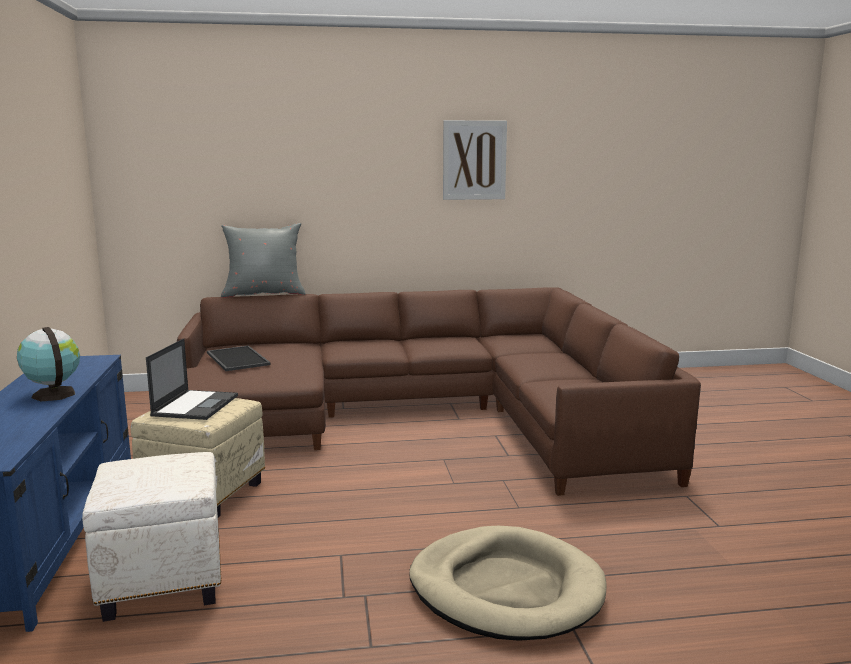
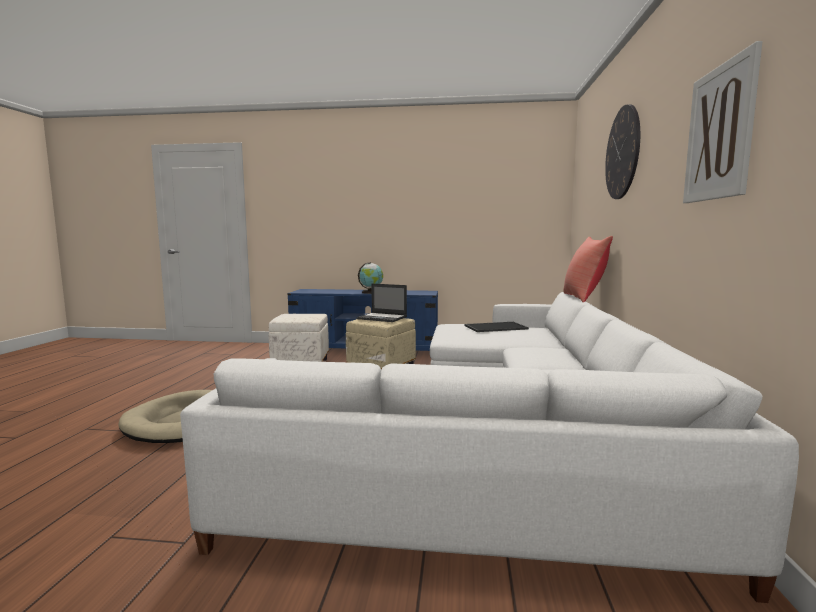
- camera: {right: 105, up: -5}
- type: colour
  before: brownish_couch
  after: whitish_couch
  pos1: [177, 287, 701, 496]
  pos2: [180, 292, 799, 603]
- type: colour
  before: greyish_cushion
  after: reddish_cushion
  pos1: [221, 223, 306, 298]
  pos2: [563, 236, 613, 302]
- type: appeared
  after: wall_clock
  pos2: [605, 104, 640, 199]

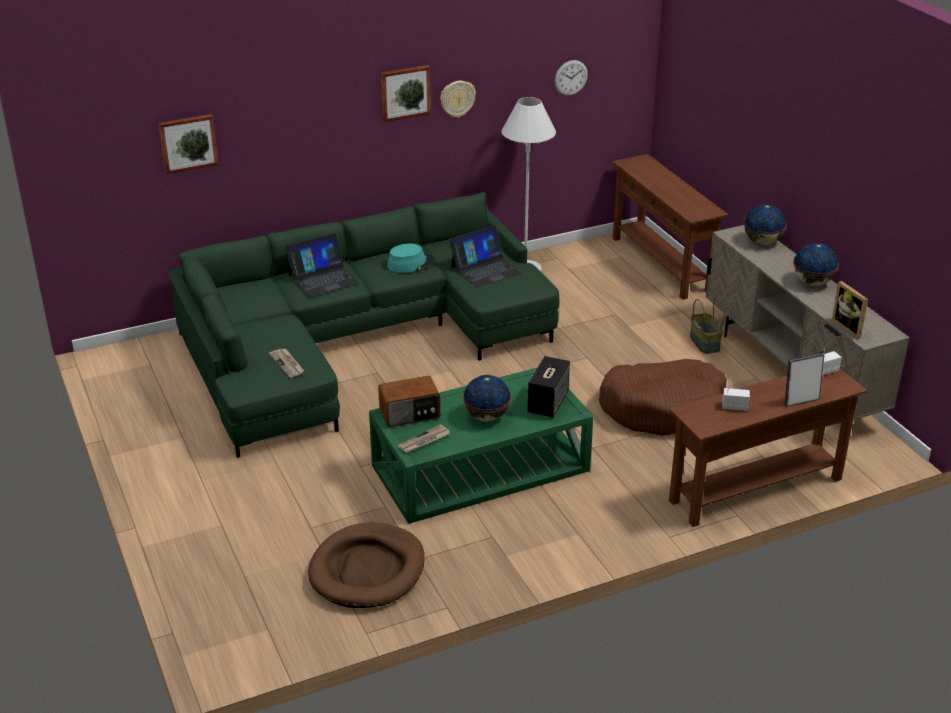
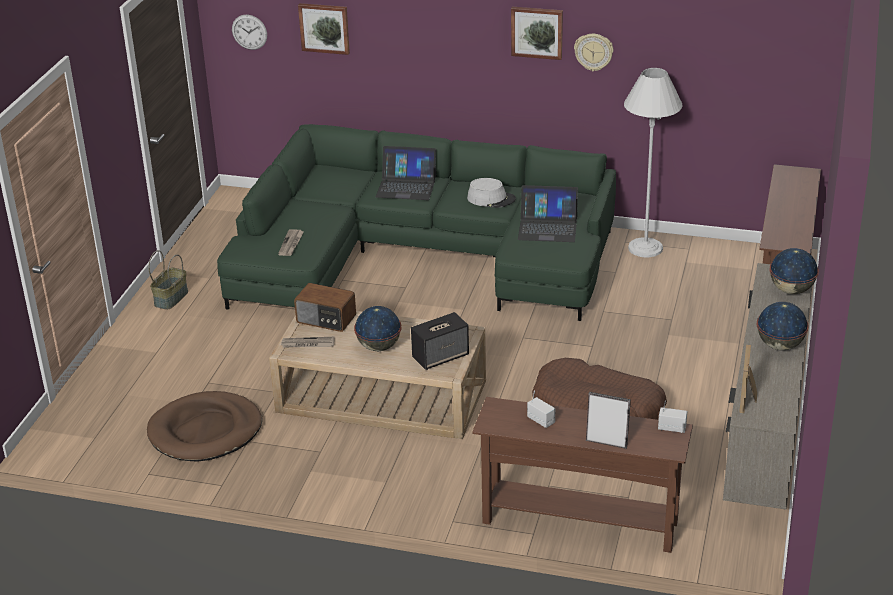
- camera: {right: 40, up: 0}
- type: relocated
  before: basket
  pos1: [690, 296, 725, 354]
  pos2: [148, 250, 188, 309]
- type: relocated
  before: wall_clock
  pos1: [555, 60, 588, 96]
  pos2: [232, 15, 267, 50]
- type: colour
  before: greenish_low_table
  after: beige_low_table
  pos1: [369, 368, 593, 524]
  pos2: [269, 311, 486, 439]
- type: colour
  before: turquoise_clothing_hat
  after: greyish_clothing_hat
  pos1: [387, 243, 435, 273]
  pos2: [467, 178, 516, 208]

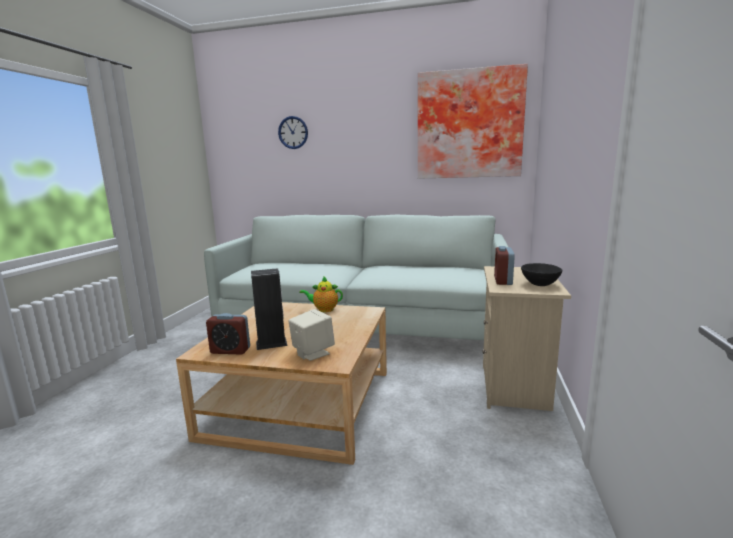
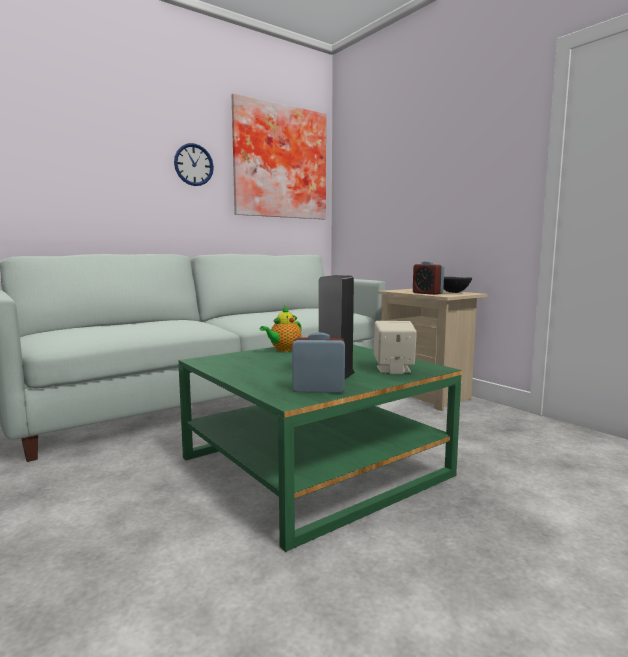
- camera: {right: -50, up: -5}
- type: relocated
  before: wall_clock
  pos1: [278, 116, 308, 149]
  pos2: [174, 143, 214, 186]
- type: colour
  before: beige_low_table
  after: greenish_low_table
  pos1: [176, 302, 387, 465]
  pos2: [179, 345, 462, 552]
- type: spun
  before: bedside_clock
  pos1: [206, 313, 250, 354]
  pos2: [292, 332, 345, 393]
  turn: -135

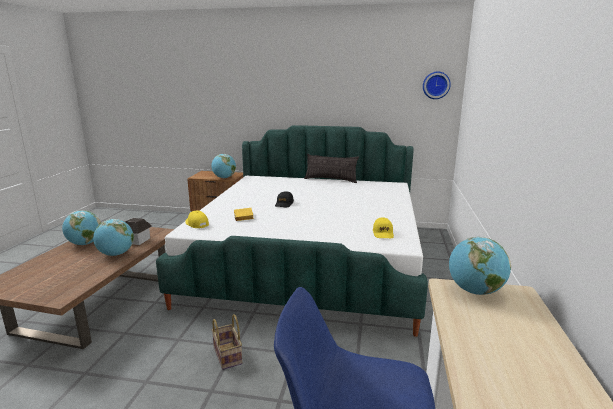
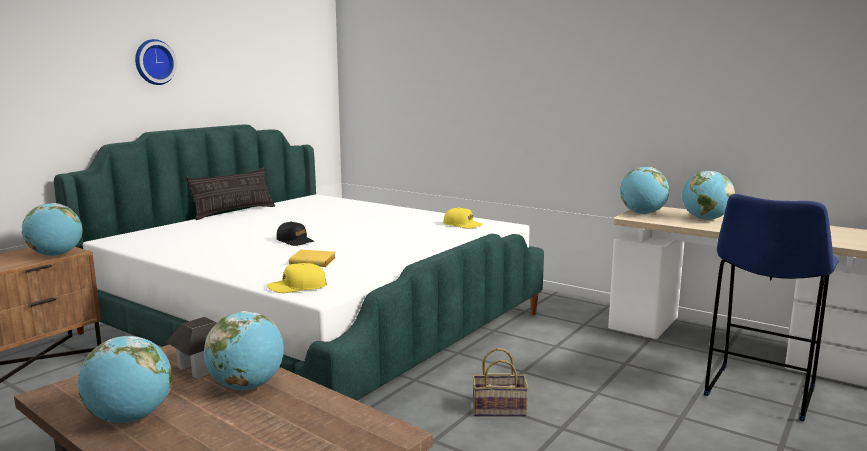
- camera: {right: -65, up: -5}
- type: relocated
  before: wall_clock
  pos1: [423, 71, 451, 99]
  pos2: [135, 39, 177, 85]
- type: appeared
  after: desk_globe
  pos2: [682, 171, 735, 220]

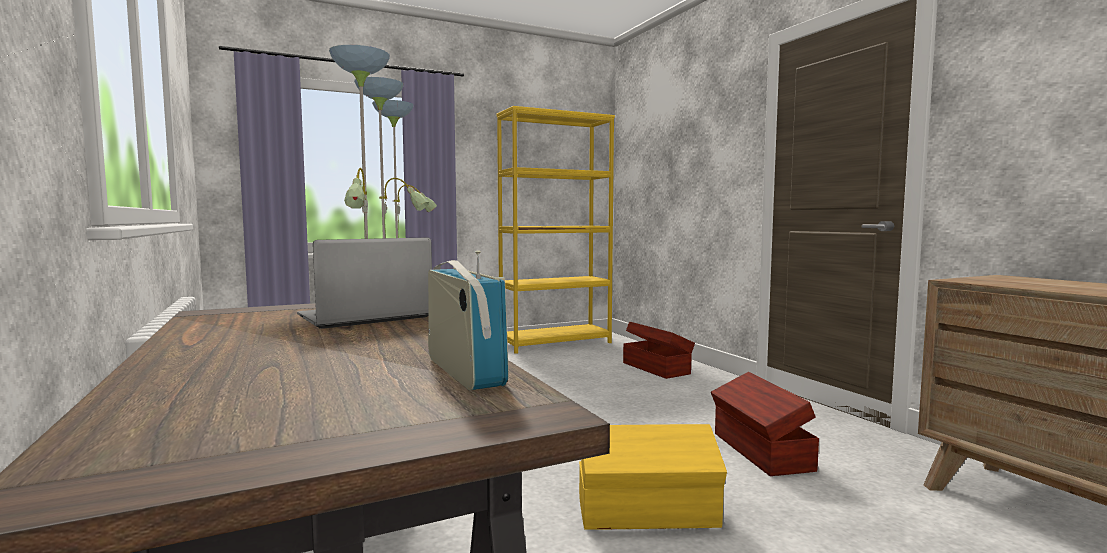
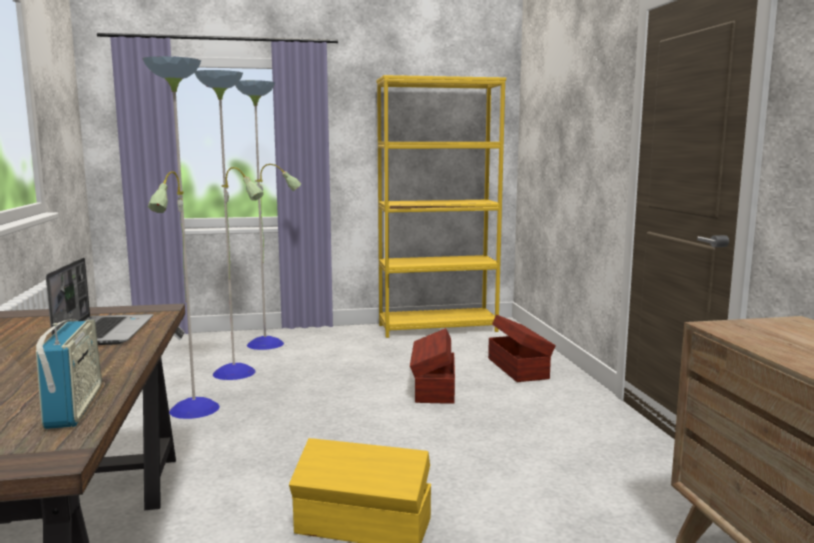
- camera: {right: 15, up: 5}
- type: spun
  before: notebook_computer
  pos1: [297, 237, 432, 329]
  pos2: [46, 258, 153, 345]
  turn: 105
- type: relocated
  before: brownish_storage_box
  pos1: [711, 372, 819, 476]
  pos2: [410, 328, 455, 404]

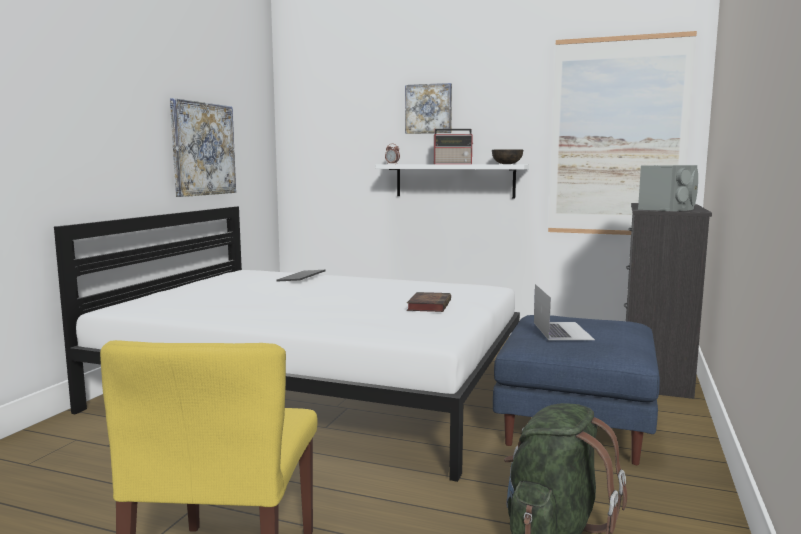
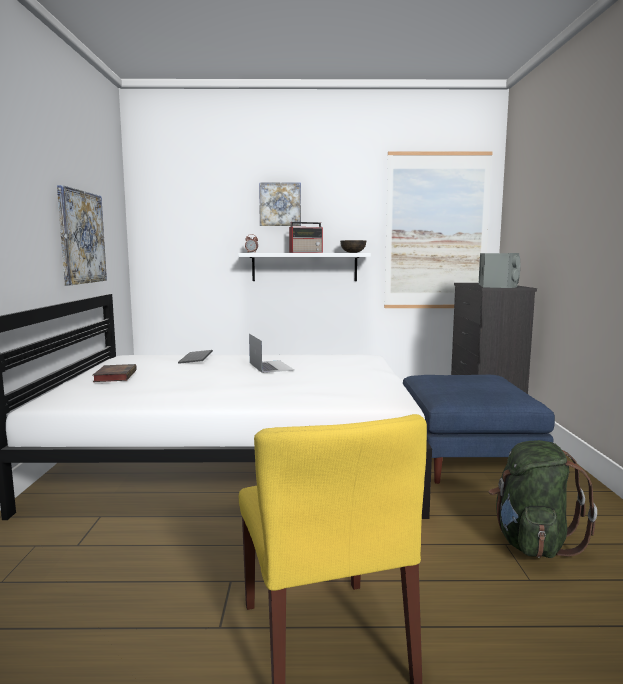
- camera: {right: -20, up: 0}
- type: relocated
  before: bound_book
  pos1: [407, 292, 451, 312]
  pos2: [93, 364, 137, 382]
- type: relocated
  before: notebook_computer
  pos1: [534, 284, 595, 340]
  pos2: [249, 334, 294, 373]

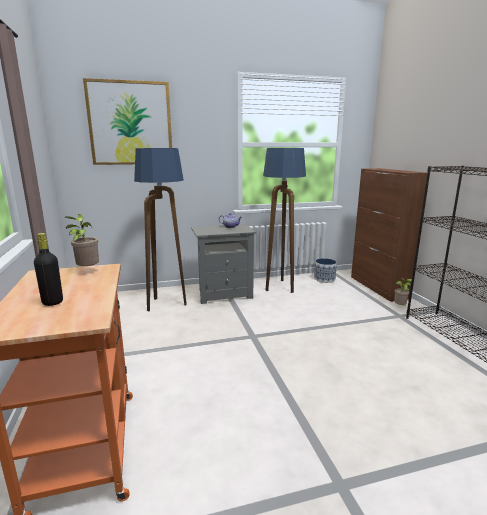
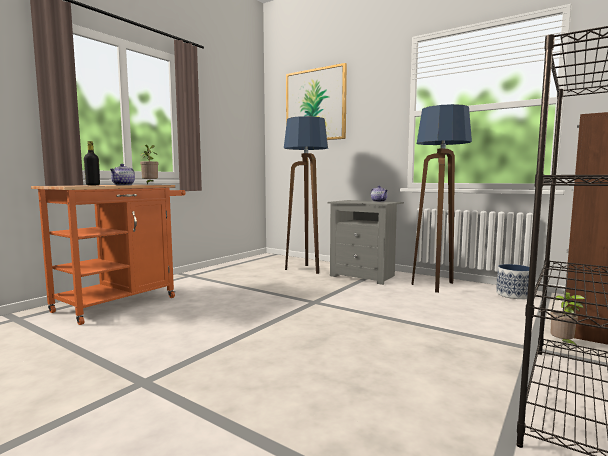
- camera: {right: 50, up: -10}
- type: appeared
  after: pot_for_tea
  pos2: [110, 164, 135, 185]

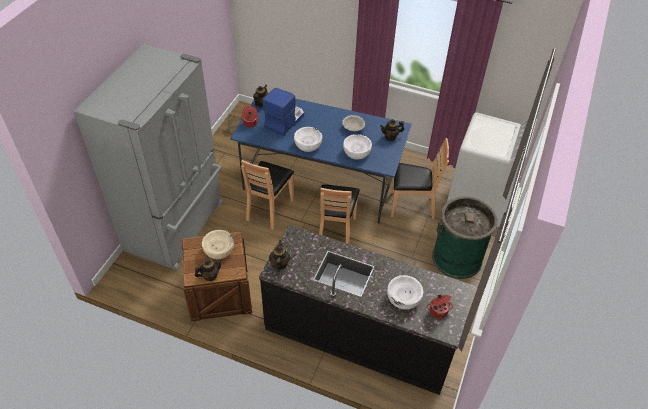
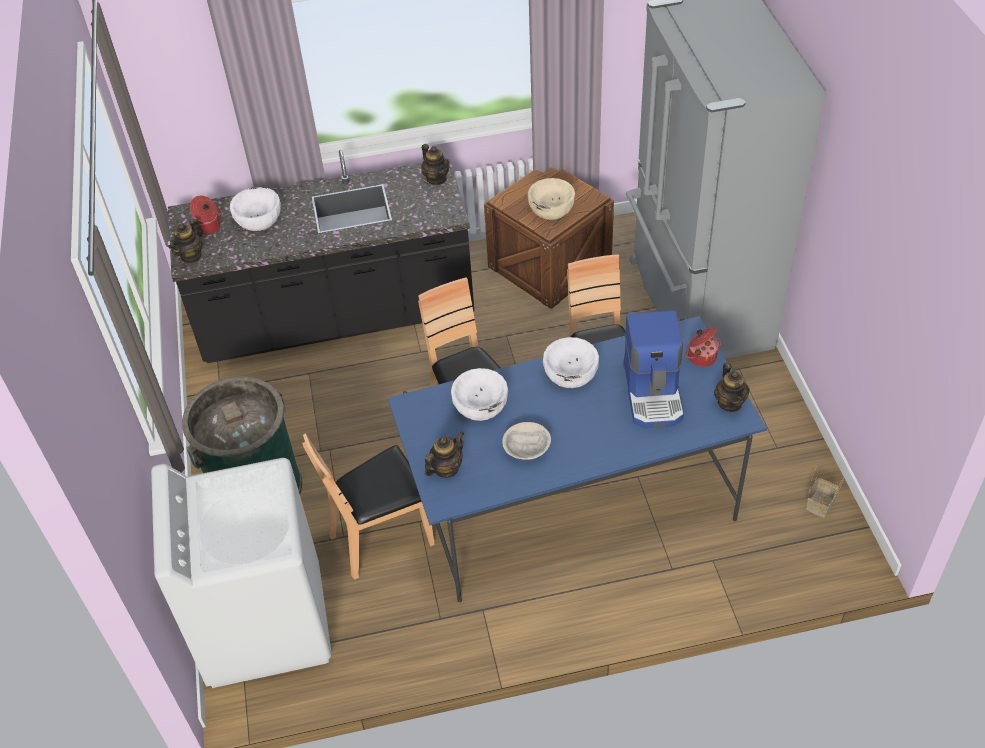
- camera: {right: 150, up: 0}
- type: relocated
  before: pot_for_tea
  pos1: [195, 259, 222, 281]
  pos2: [168, 218, 203, 263]

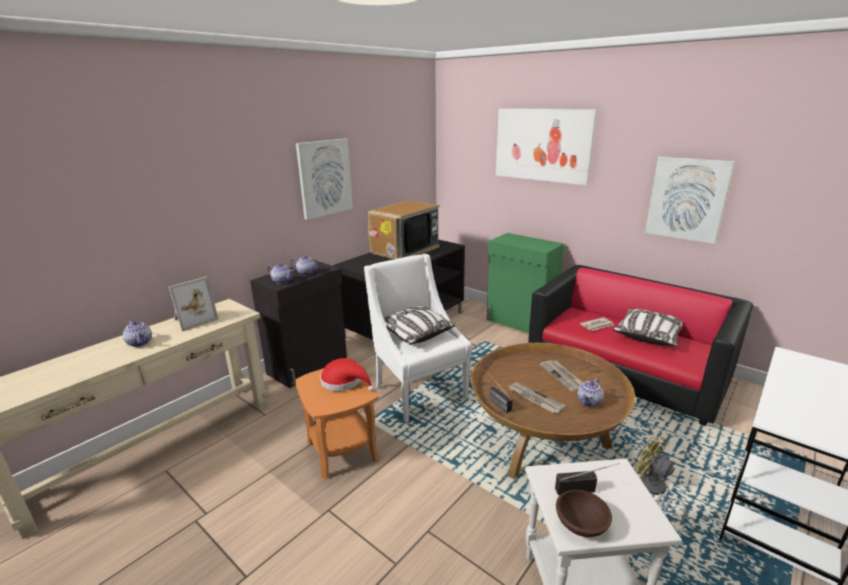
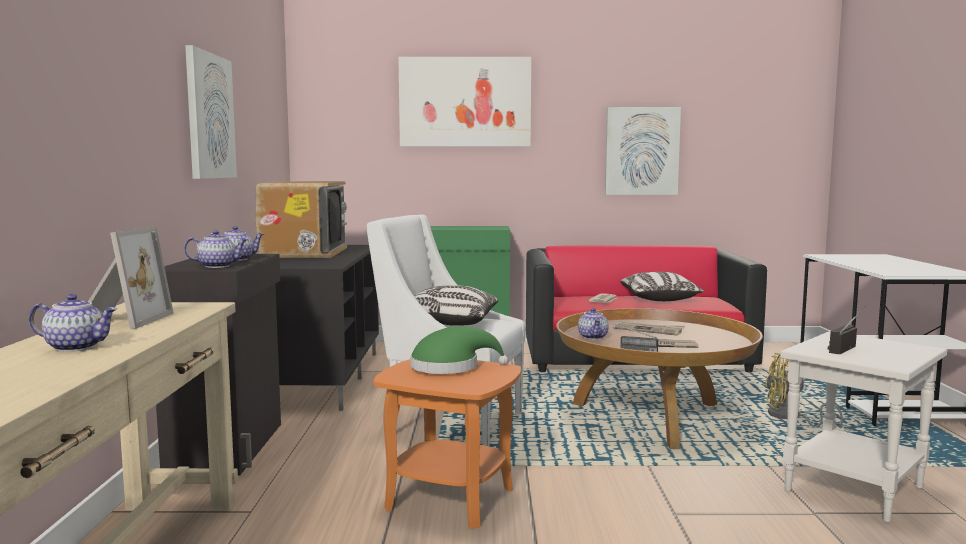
- camera: {right: -40, up: -15}
- type: colour
  before: reddish_clothing_hat
  after: greenish_clothing_hat
  pos1: [320, 358, 375, 392]
  pos2: [410, 326, 508, 374]
- type: relocated
  before: pot_for_tea
  pos1: [577, 378, 604, 407]
  pos2: [578, 308, 609, 340]
- type: missing
  before: brownish_serving_bowl
  pos1: [556, 490, 612, 537]

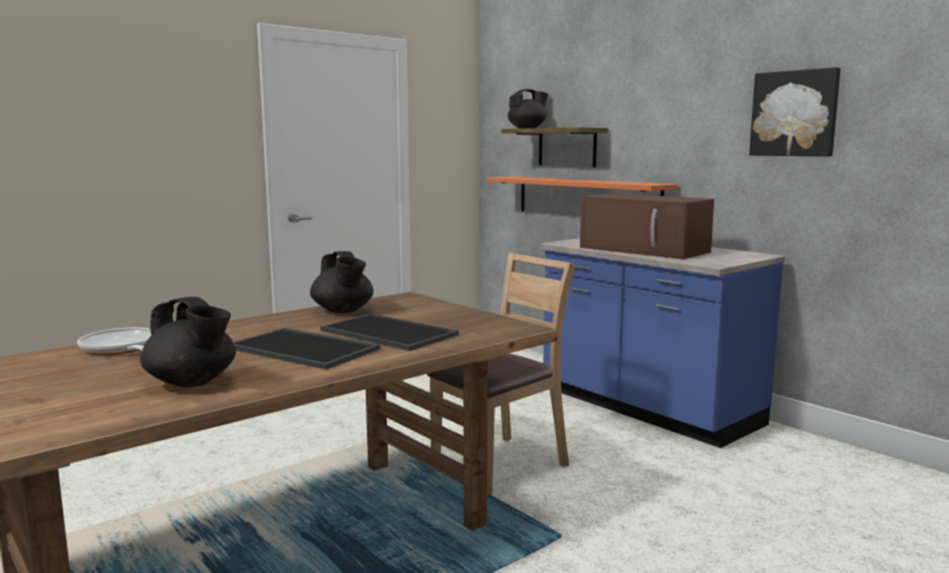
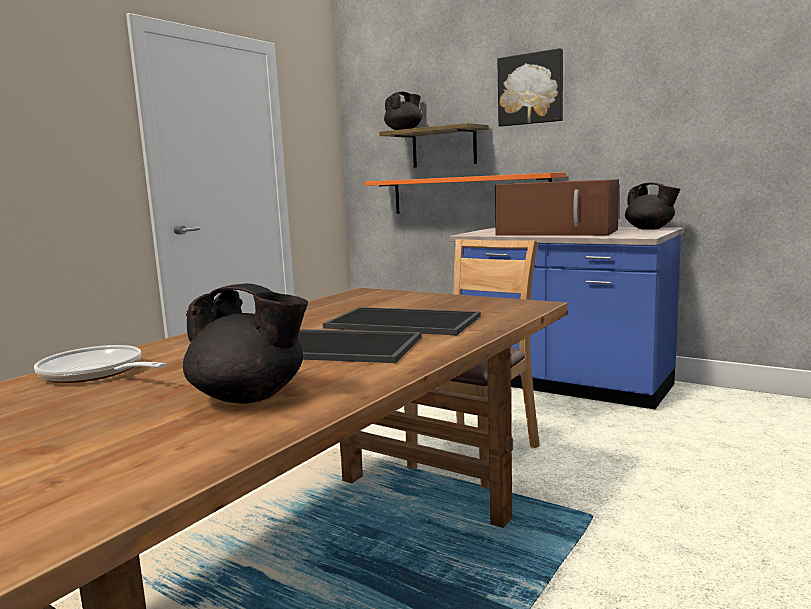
- camera: {right: -15, up: 0}
- type: relocated
  before: wall_art
  pos1: [749, 67, 841, 157]
  pos2: [497, 48, 563, 127]
- type: relocated
  before: black_pot_for_tea
  pos1: [310, 251, 373, 313]
  pos2: [625, 182, 681, 230]

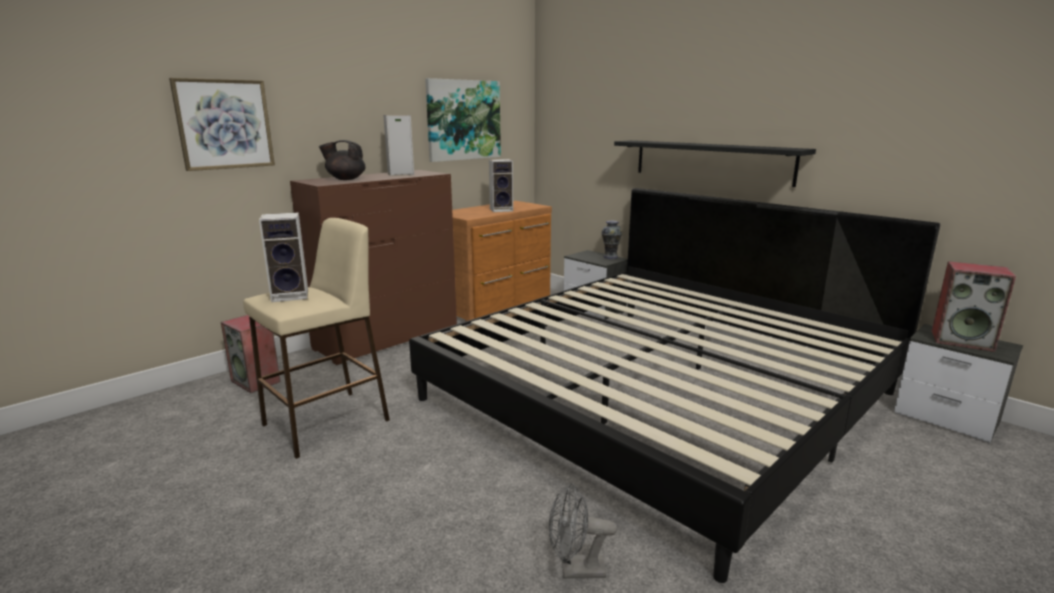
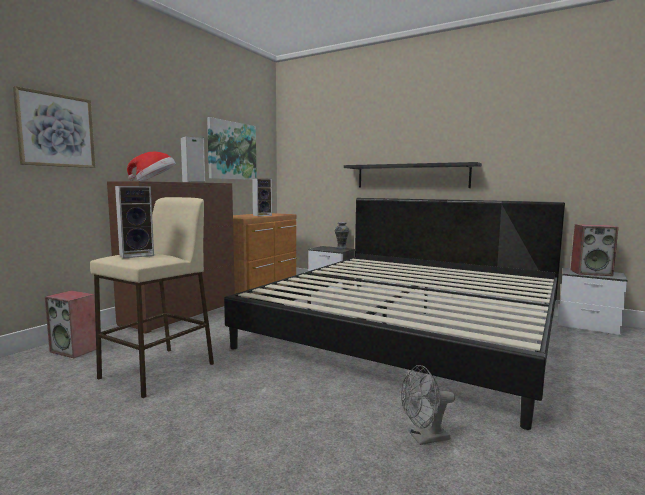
- camera: {right: -15, up: -10}
- type: exchanged
  before: black_pot_for_tea
  after: clothing_hat
  pos1: [319, 140, 366, 180]
  pos2: [127, 152, 176, 181]

